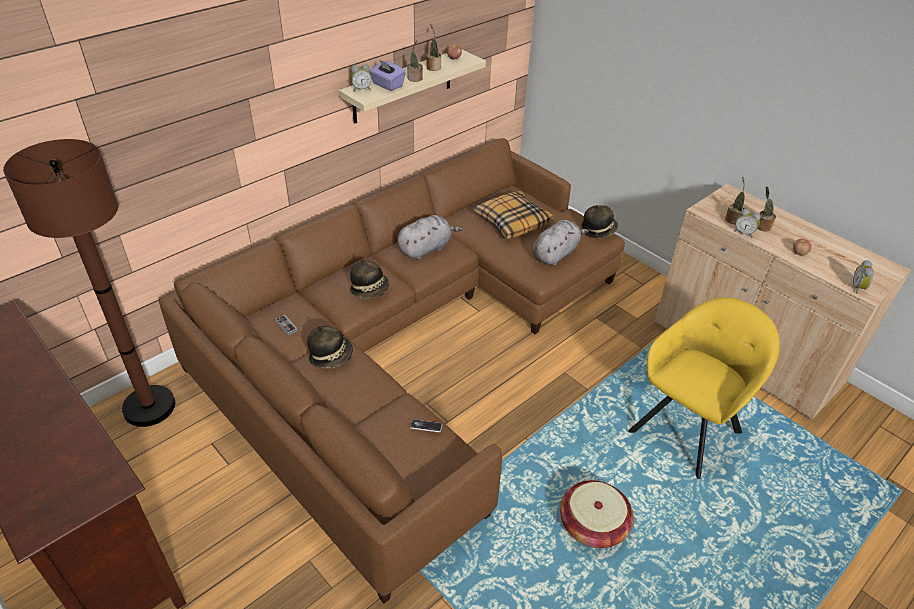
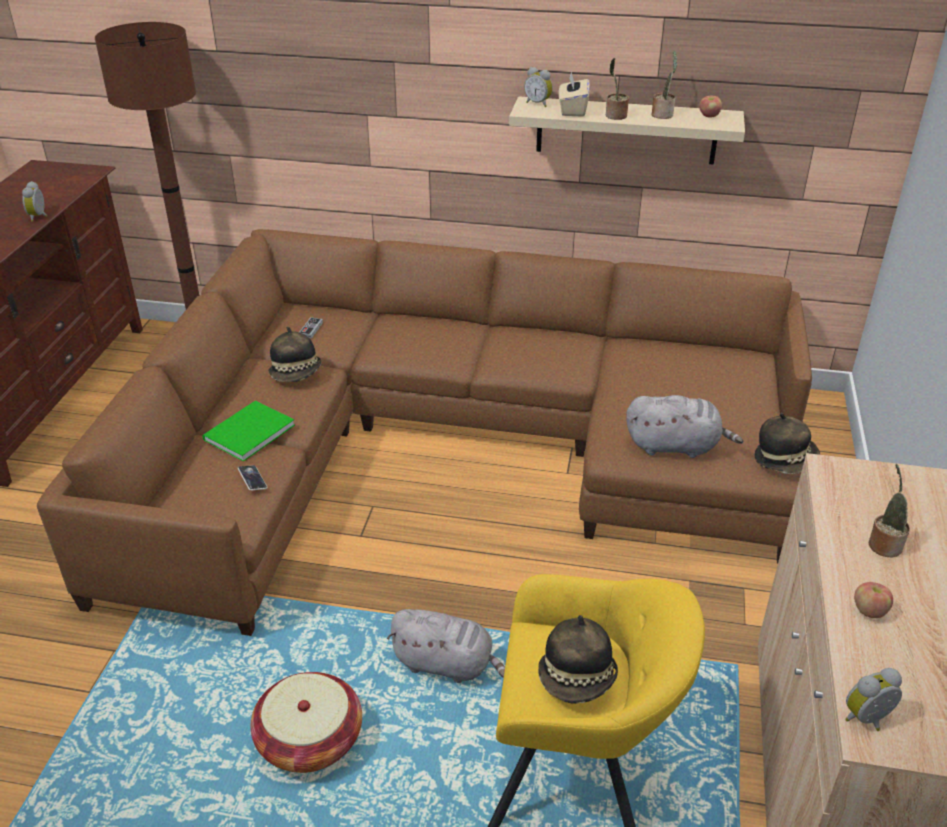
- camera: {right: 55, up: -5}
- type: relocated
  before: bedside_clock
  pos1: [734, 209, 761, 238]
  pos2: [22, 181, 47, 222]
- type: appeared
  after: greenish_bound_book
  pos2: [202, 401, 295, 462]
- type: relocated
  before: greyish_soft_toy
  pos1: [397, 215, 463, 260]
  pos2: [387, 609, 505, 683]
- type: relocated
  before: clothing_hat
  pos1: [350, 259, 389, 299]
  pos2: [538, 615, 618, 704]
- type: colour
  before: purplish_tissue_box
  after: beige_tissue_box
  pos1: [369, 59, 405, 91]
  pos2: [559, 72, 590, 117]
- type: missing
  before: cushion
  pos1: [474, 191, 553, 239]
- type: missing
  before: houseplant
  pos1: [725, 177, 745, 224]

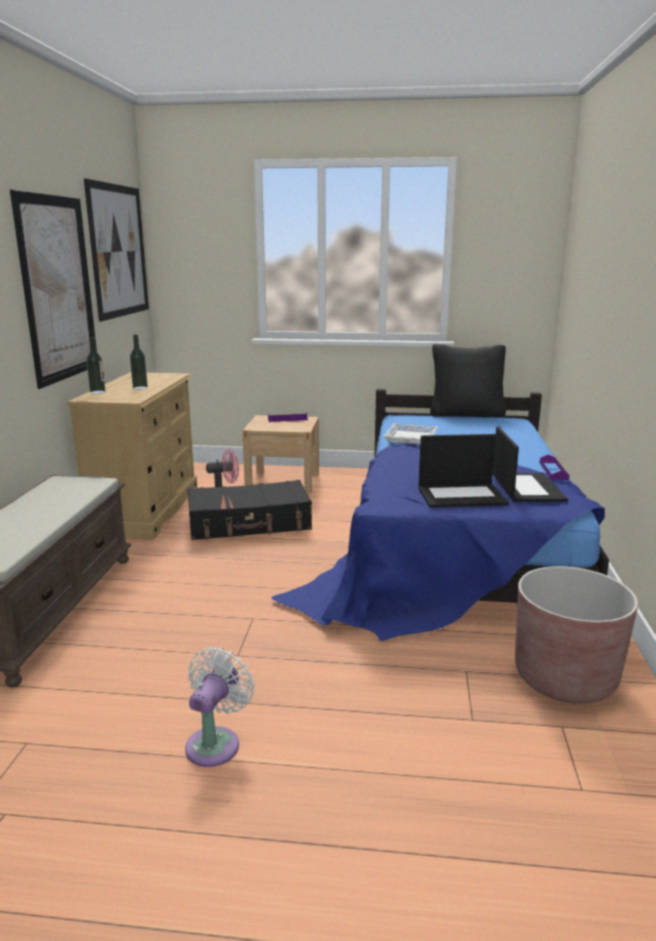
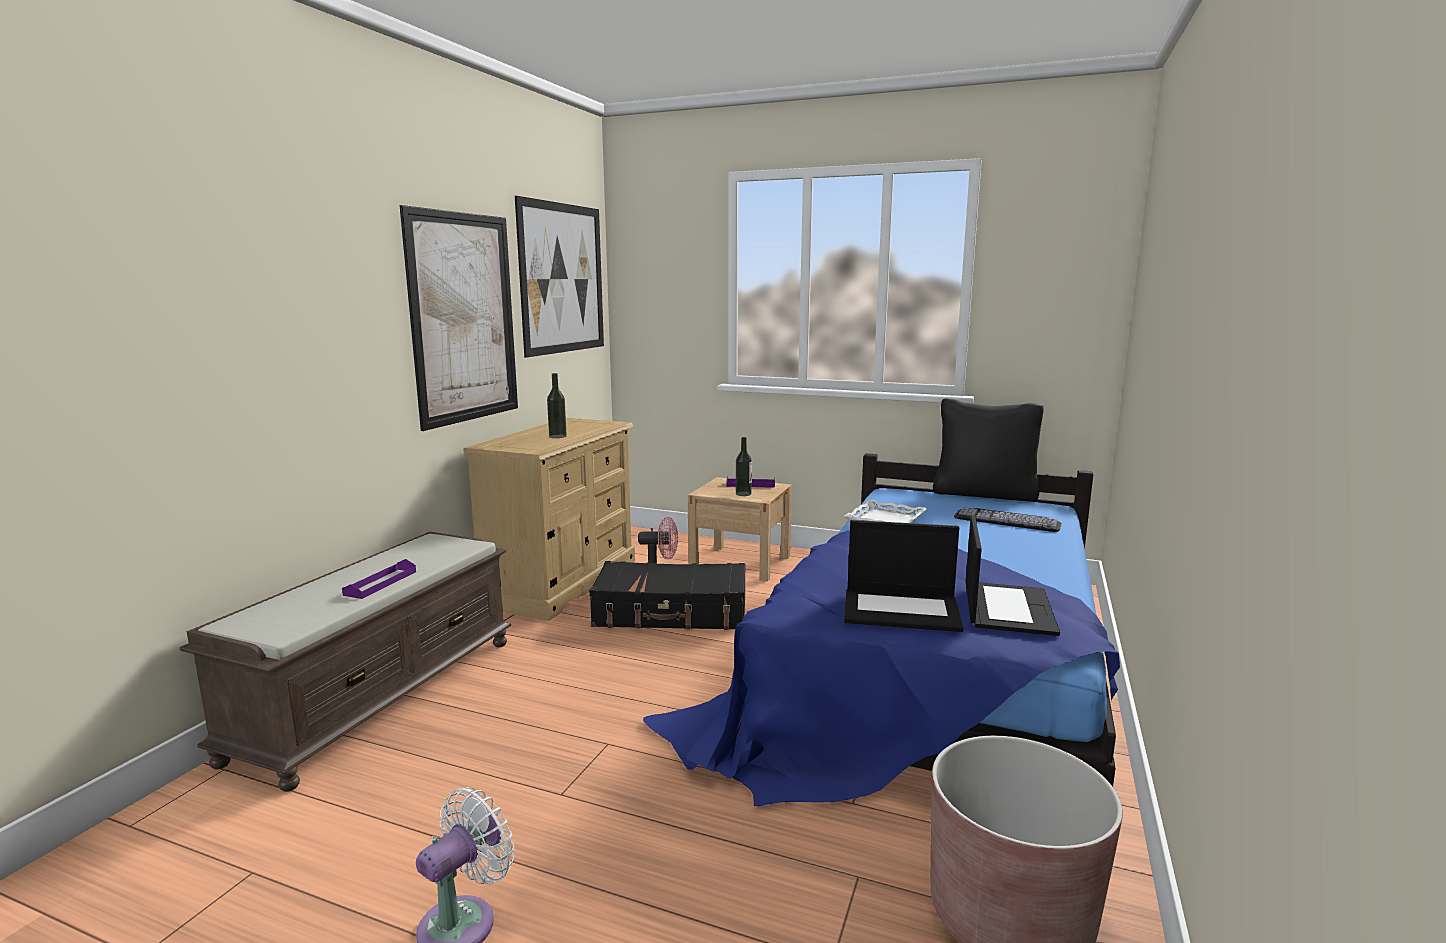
- camera: {right: 15, up: -5}
- type: relocated
  before: purplish_tray
  pos1: [539, 454, 569, 480]
  pos2: [342, 559, 416, 599]
- type: relocated
  before: bottle
  pos1: [86, 337, 106, 394]
  pos2: [736, 437, 752, 496]
- type: appeared
  after: computer_keyboard
  pos2: [954, 507, 1062, 532]

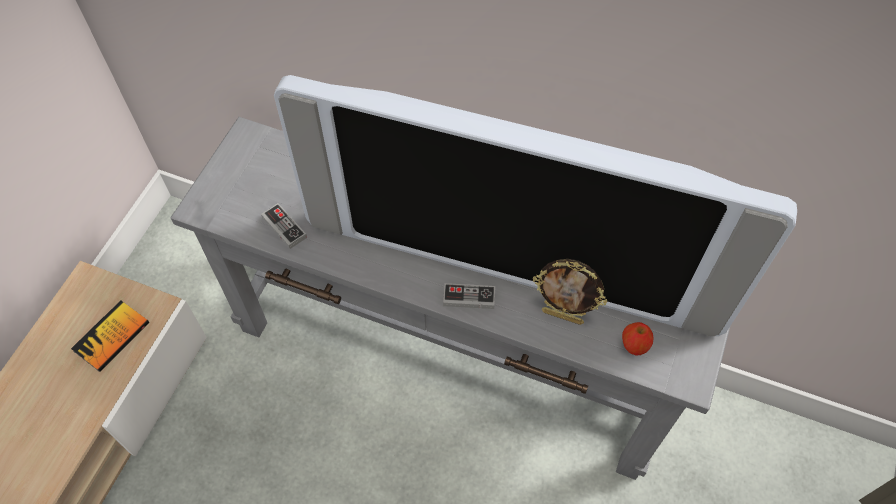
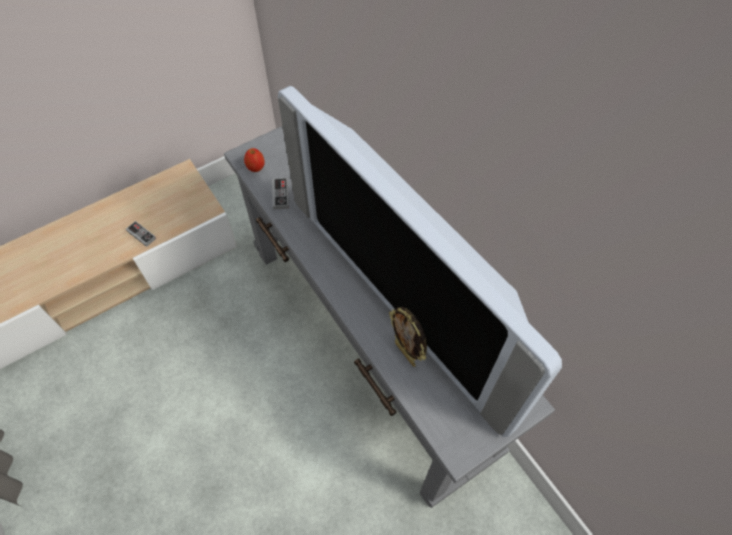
- camera: {right: 35, up: 0}
- type: relocated
  before: gamepad
  pos1: [443, 283, 495, 309]
  pos2: [126, 221, 156, 247]
- type: relocated
  before: apple
  pos1: [622, 322, 654, 356]
  pos2: [244, 148, 265, 172]
- type: missing
  before: bound_book
  pos1: [71, 301, 149, 372]

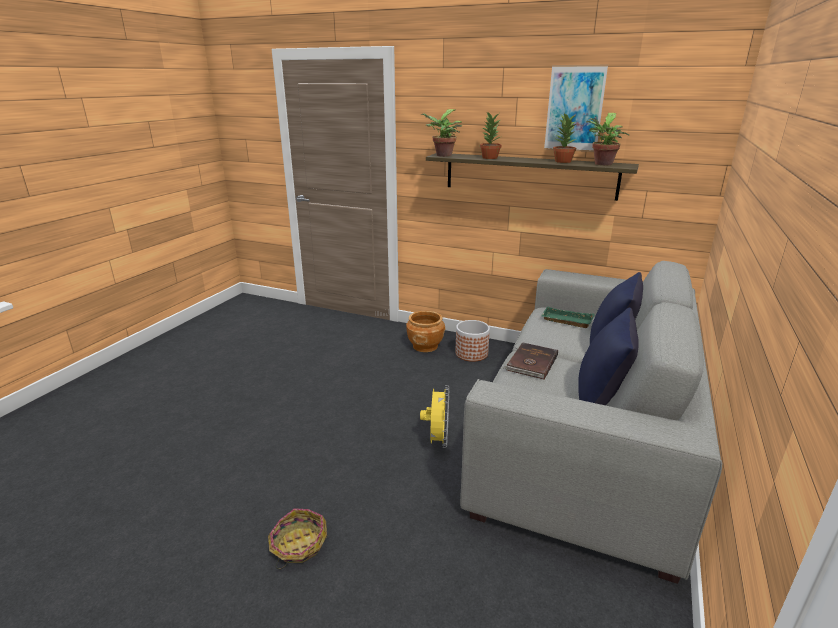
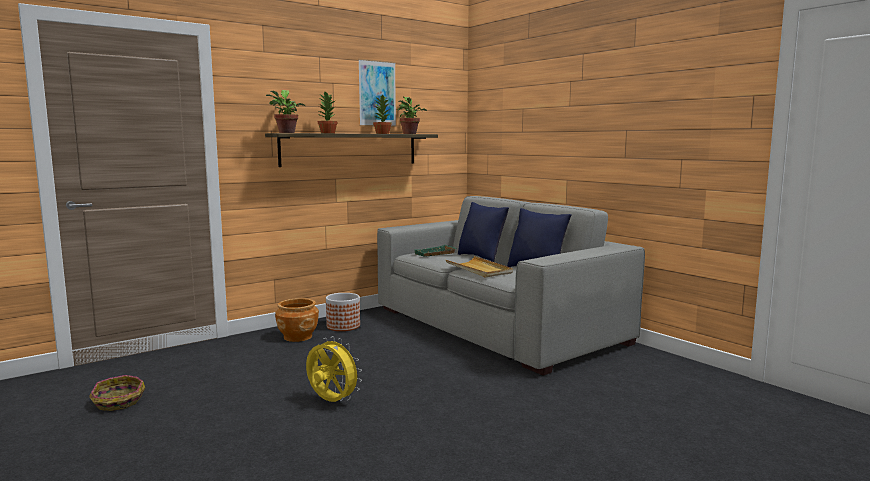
- camera: {right: -60, up: -15}
- type: relocated
  before: basket
  pos1: [268, 509, 327, 569]
  pos2: [89, 375, 145, 411]
- type: relocated
  before: yellow-coloured_cooling_fan
  pos1: [420, 385, 449, 448]
  pos2: [306, 336, 362, 402]
- type: exchanged
  before: brownish_bound_book
  after: beige_tray
  pos1: [504, 342, 558, 380]
  pos2: [446, 256, 513, 278]

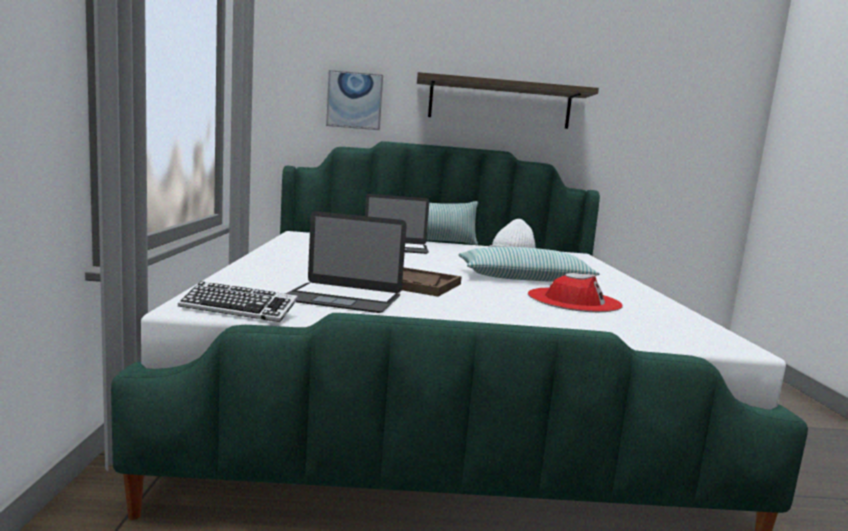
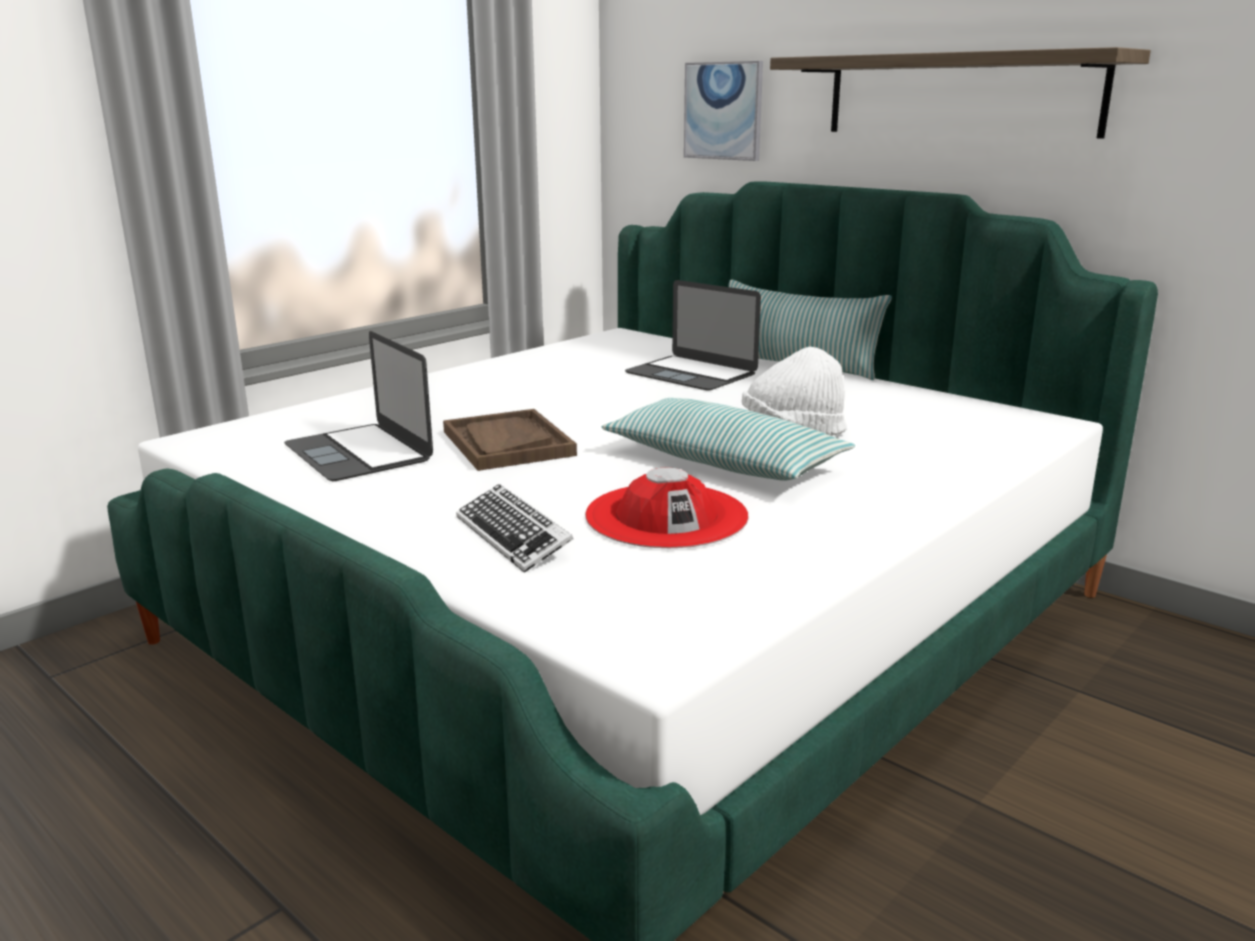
- camera: {right: 45, up: 10}
- type: relocated
  before: computer_keyboard
  pos1: [178, 281, 298, 322]
  pos2: [456, 484, 573, 573]

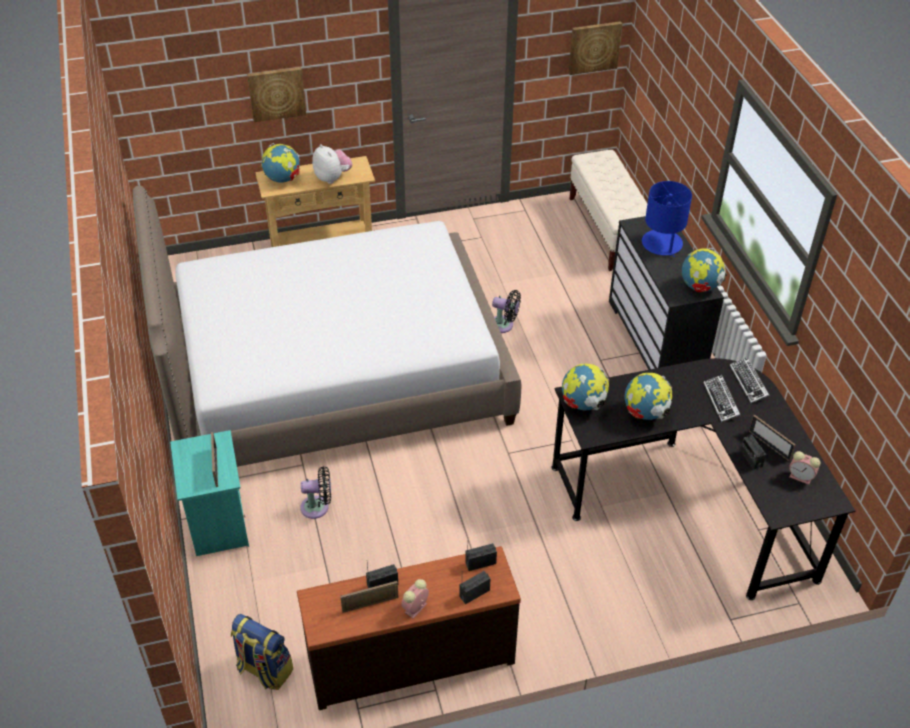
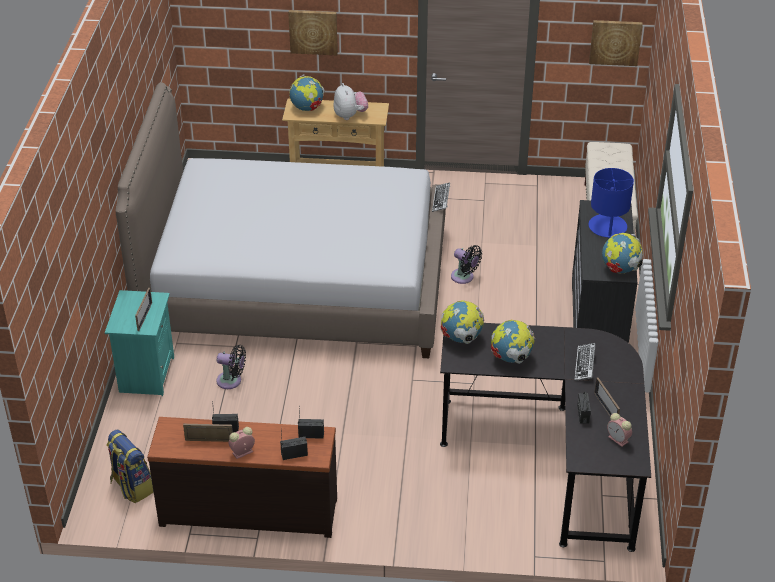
- camera: {right: 20, up: -5}
- type: relocated
  before: computer_keyboard
  pos1: [730, 357, 770, 403]
  pos2: [432, 183, 450, 212]

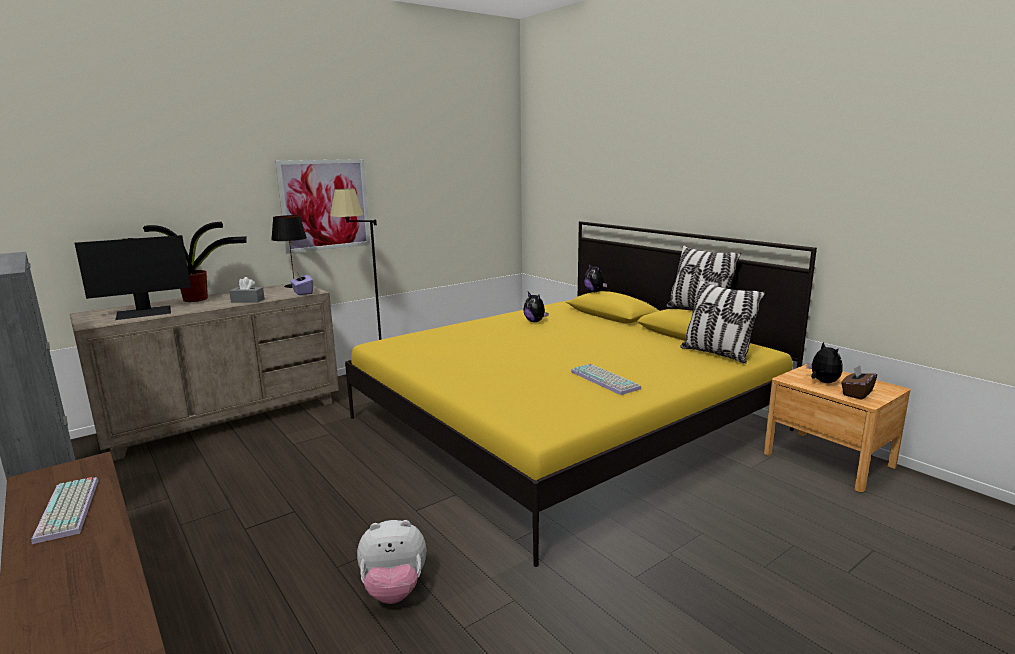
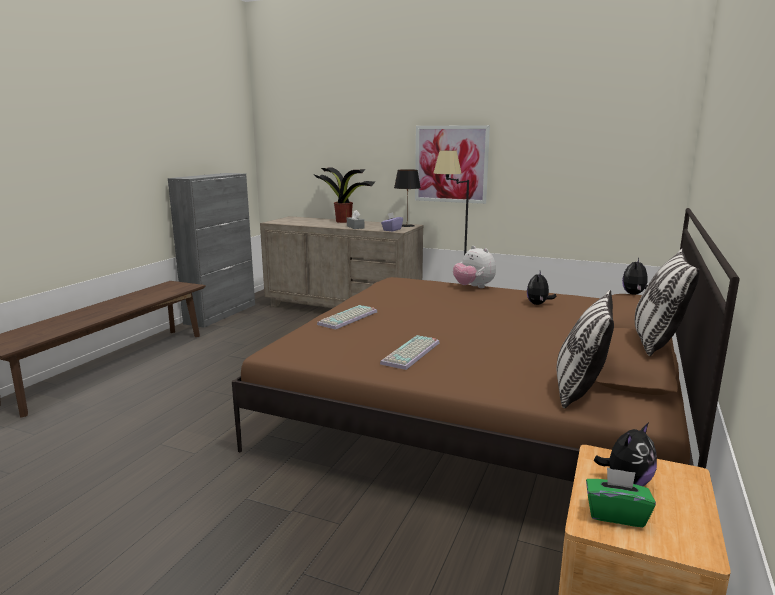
- camera: {right: 60, up: 0}
- type: colour
  before: yellow-coloured_bedroom_bed
  after: brownish_bedroom_bed
  pos1: [345, 221, 817, 567]
  pos2: [232, 208, 740, 482]
- type: relocated
  before: computer_keyboard
  pos1: [32, 477, 98, 544]
  pos2: [317, 305, 377, 330]
- type: relocated
  before: soft_toy
  pos1: [357, 520, 426, 604]
  pos2: [453, 246, 496, 288]
- type: colour
  before: brownish_tissue_box
  after: greenish_tissue_box
  pos1: [841, 365, 877, 400]
  pos2: [586, 467, 656, 527]
- type: missing
  before: computer_screen
  pos1: [75, 235, 191, 320]

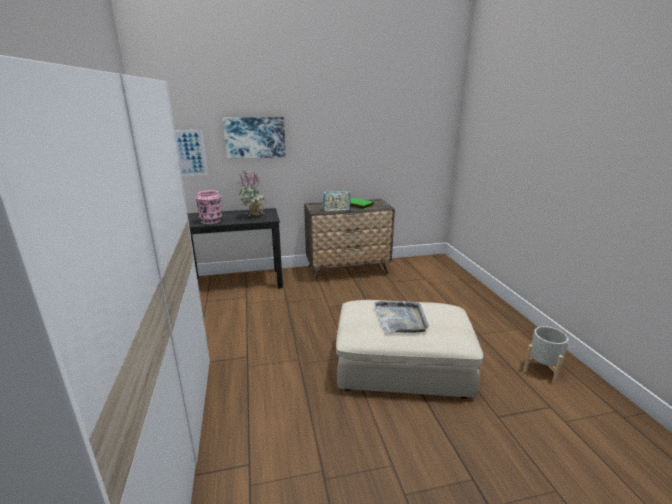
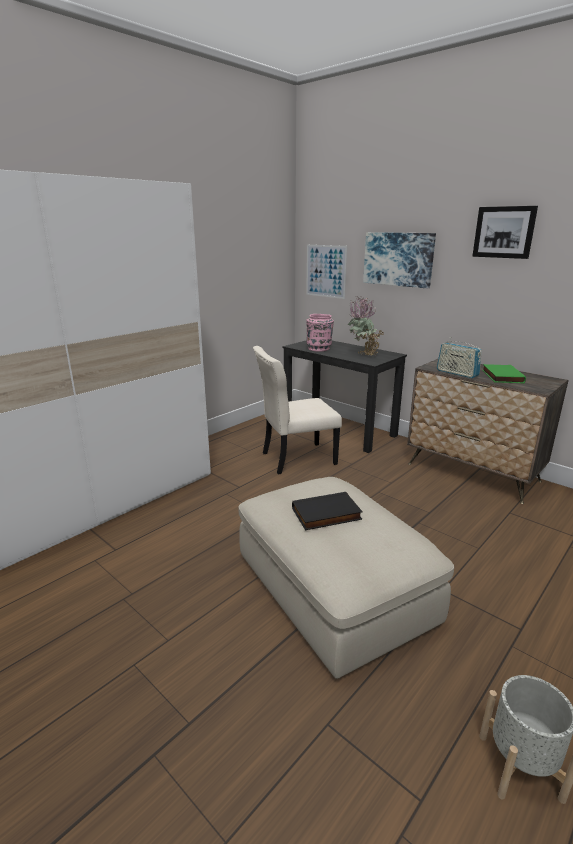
- camera: {right: 55, up: 0}
- type: appeared
  after: beige_upright_chair
  pos2: [253, 346, 342, 474]
- type: exchanged
  before: greyish_tray
  after: black_bound_book
  pos1: [374, 301, 429, 333]
  pos2: [292, 492, 363, 530]
- type: appeared
  after: wall_art
  pos2: [472, 206, 538, 259]

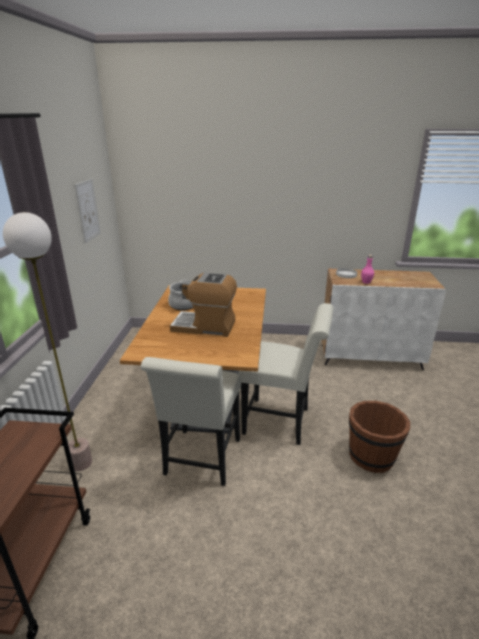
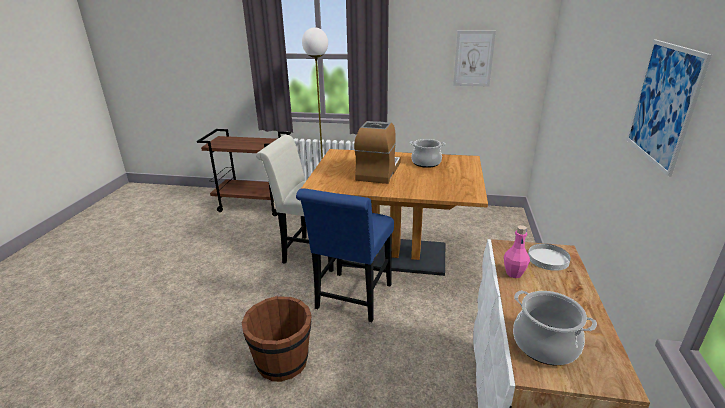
- camera: {right: 95, up: 0}
- type: colour
  before: whitish_upright_chair
  after: blue_upright_chair
  pos1: [239, 303, 334, 445]
  pos2: [296, 188, 394, 322]
- type: appeared
  after: saucepot
  pos2: [513, 290, 597, 365]
- type: appeared
  after: wall_art
  pos2: [626, 40, 712, 177]

